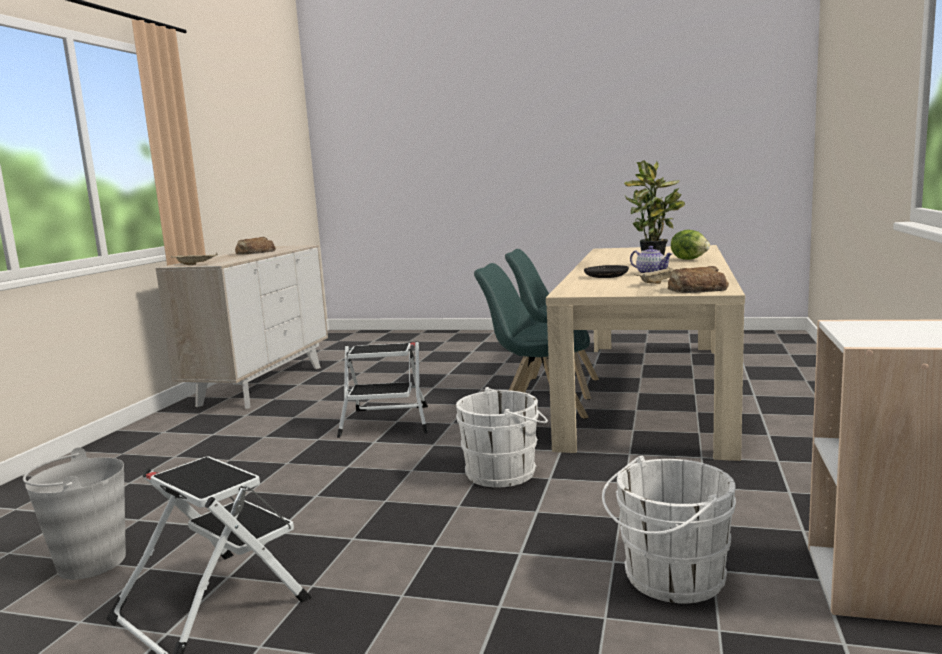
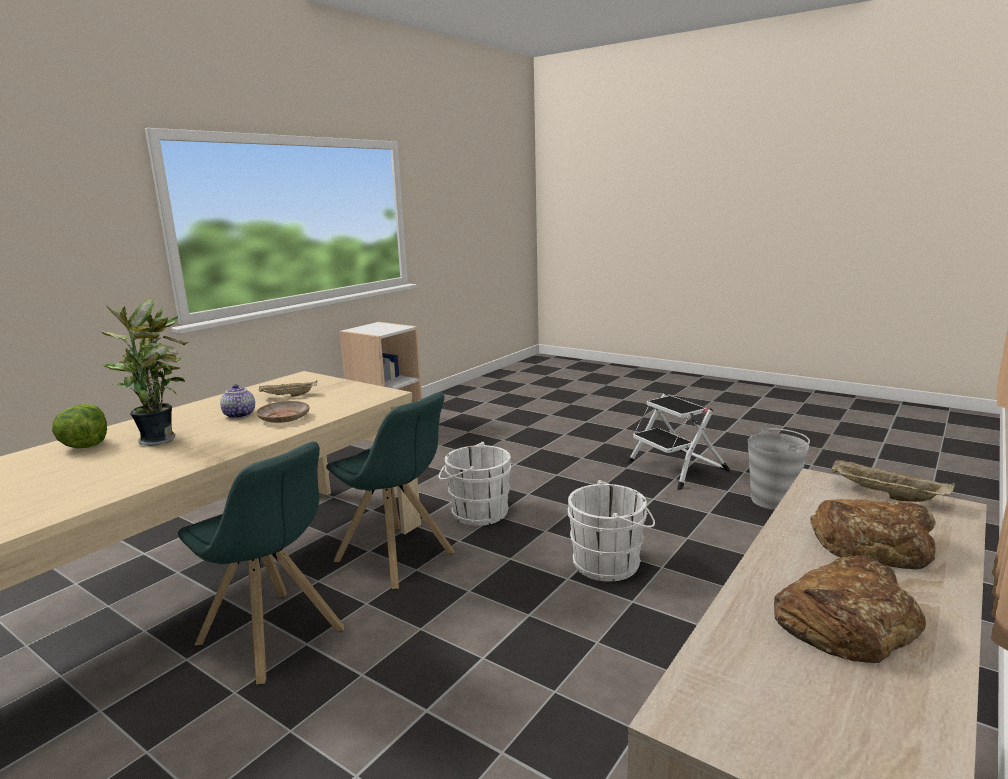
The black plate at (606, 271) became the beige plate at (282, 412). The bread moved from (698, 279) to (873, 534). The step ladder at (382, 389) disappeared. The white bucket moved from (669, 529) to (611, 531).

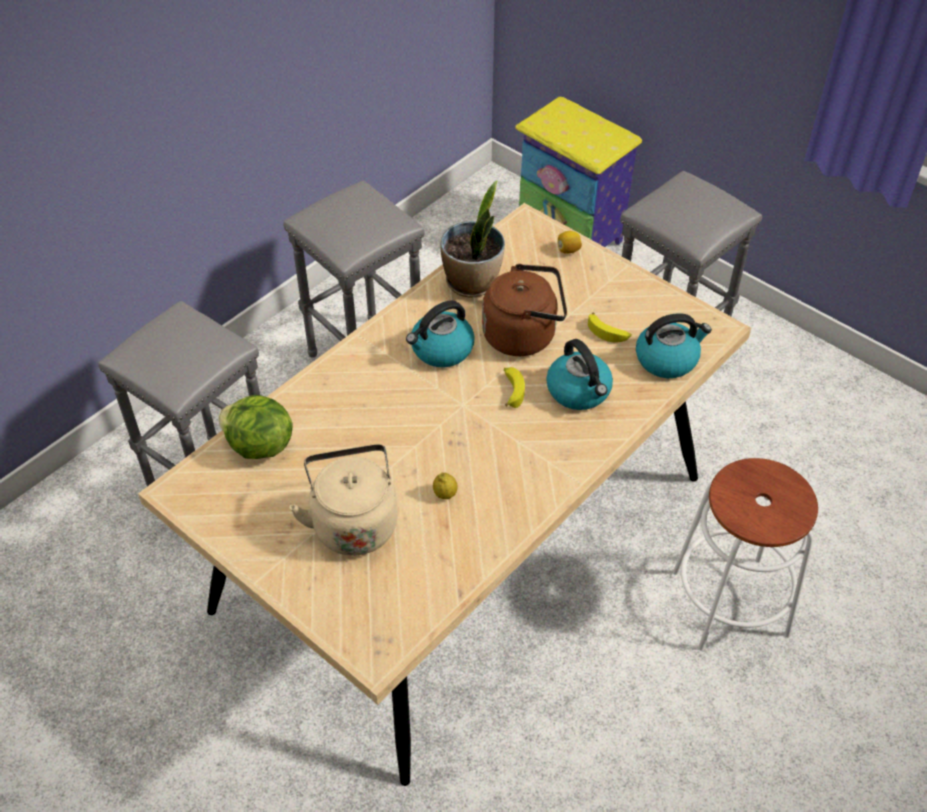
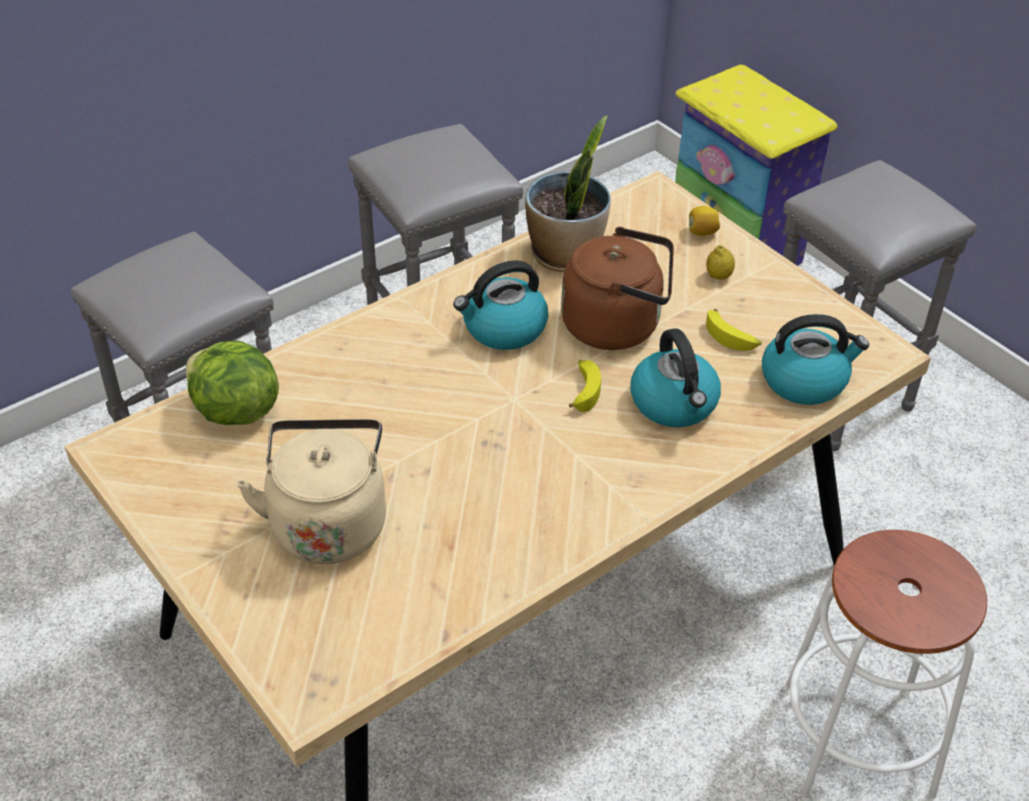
The lemon moved from (445, 486) to (720, 262).

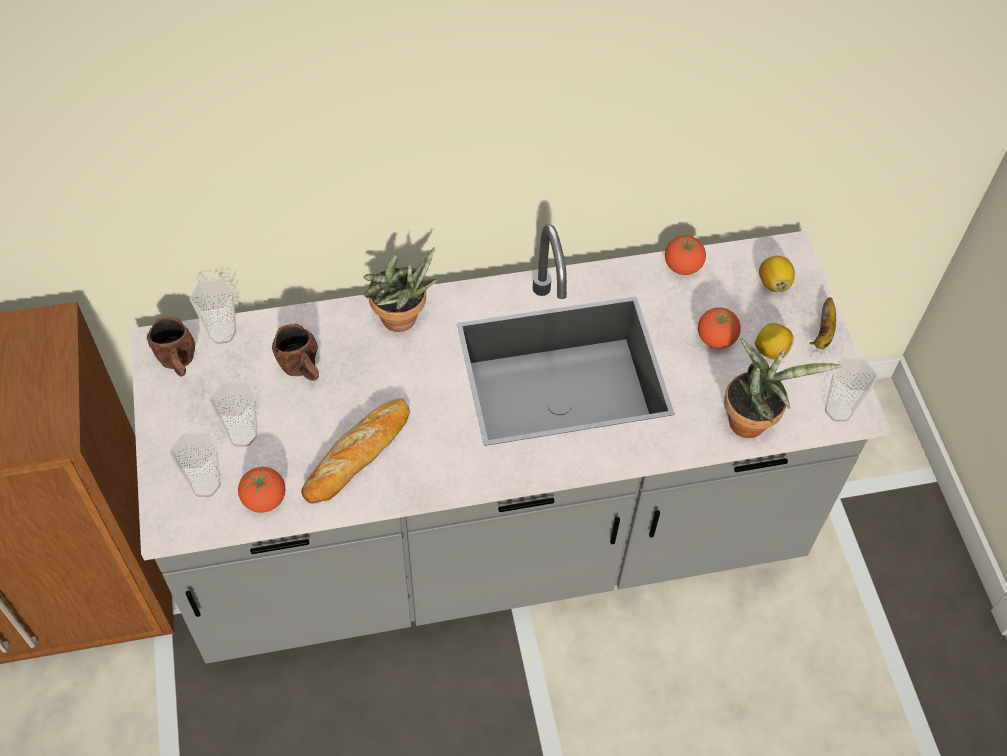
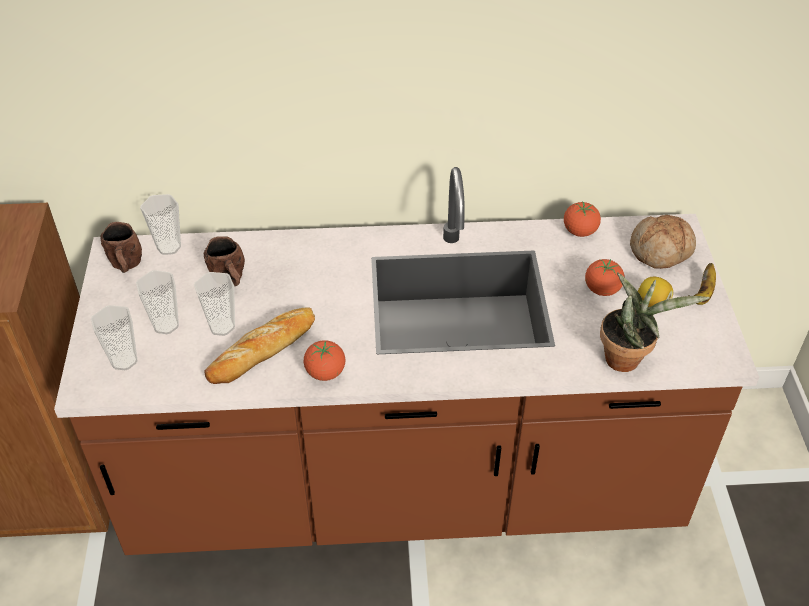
The grey counter at (510, 444) became the brown counter at (406, 361). The potted plant at (401, 289) disappeared. The lemon at (777, 274) was replaced by the bread at (663, 242). The cup moved from (851, 390) to (214, 304). The tomato moved from (261, 490) to (324, 360).

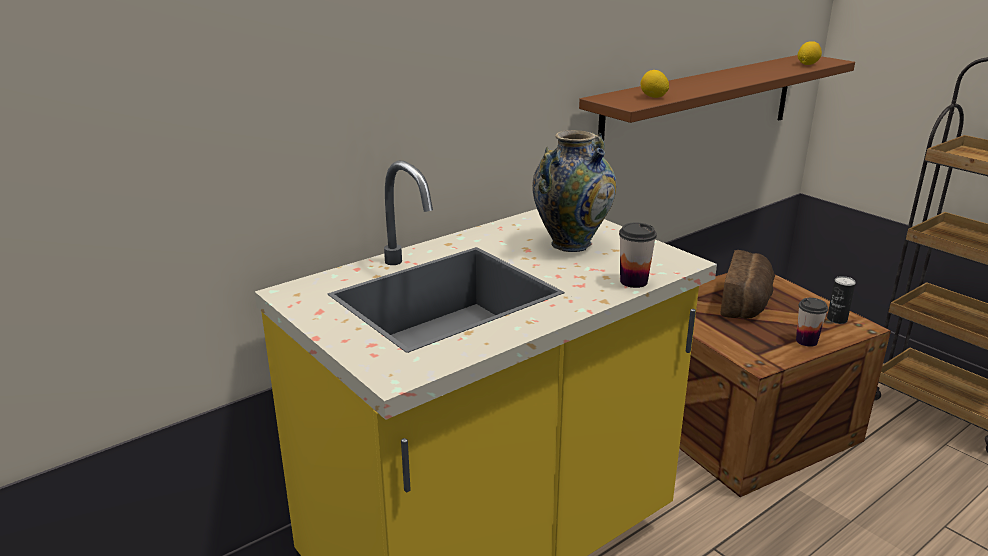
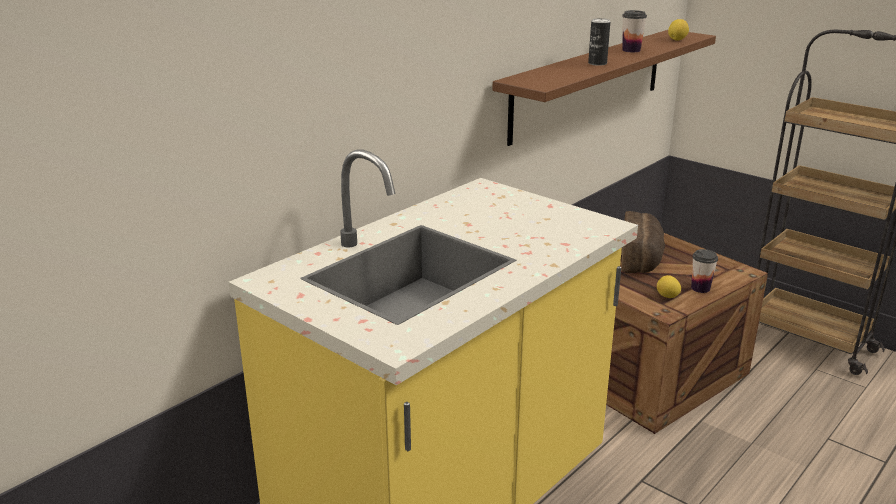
The lemon moved from (655, 84) to (669, 286). The vase at (574, 191) disappeared. The cup moved from (638, 255) to (634, 31). The can moved from (841, 300) to (599, 42).

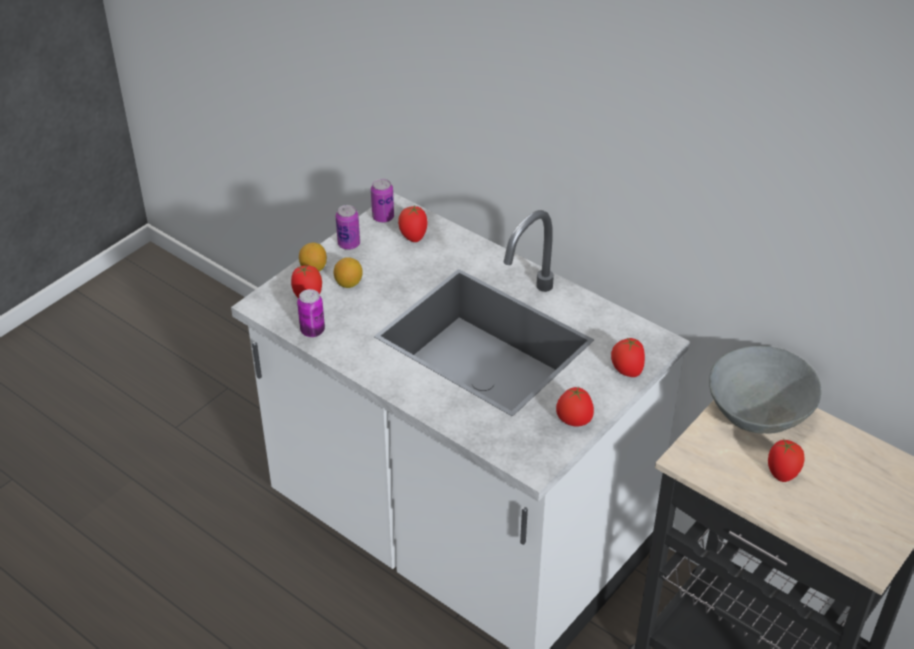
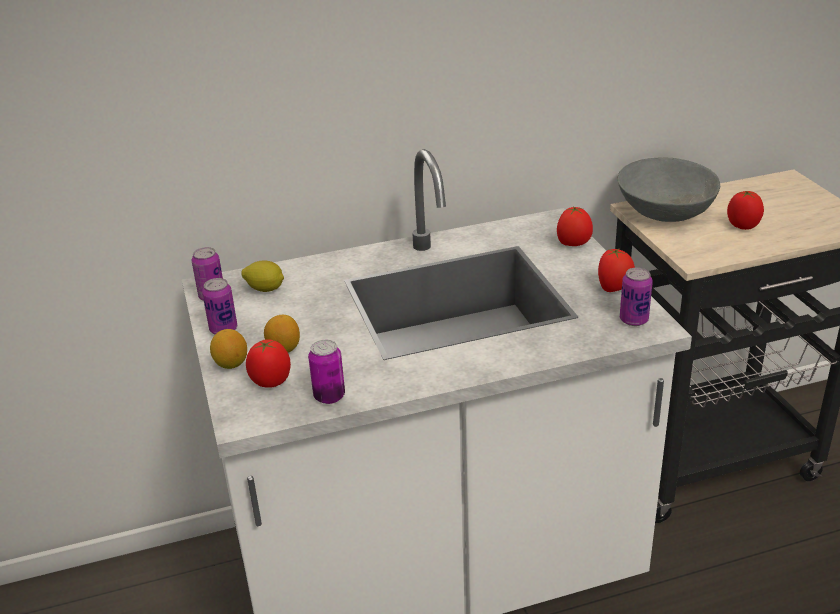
The tomato at (412, 224) was replaced by the lemon at (262, 276). The can at (636, 297) appeared.

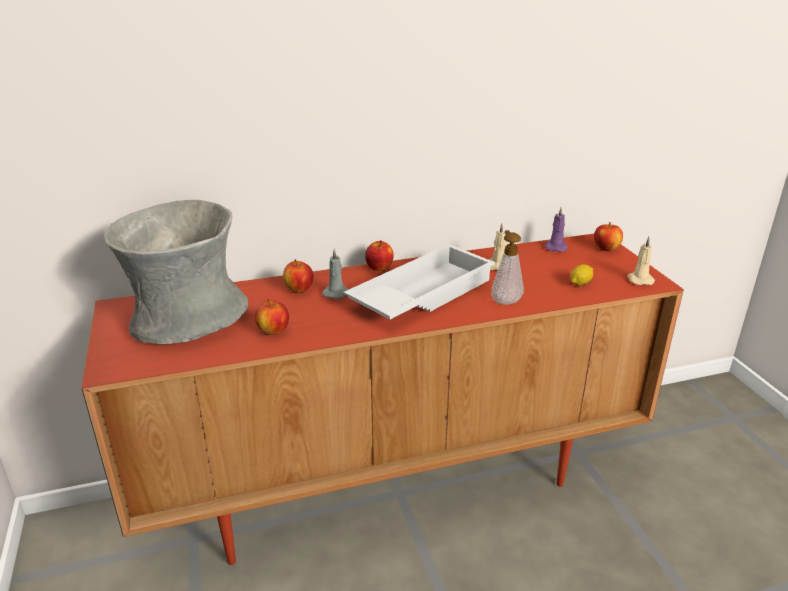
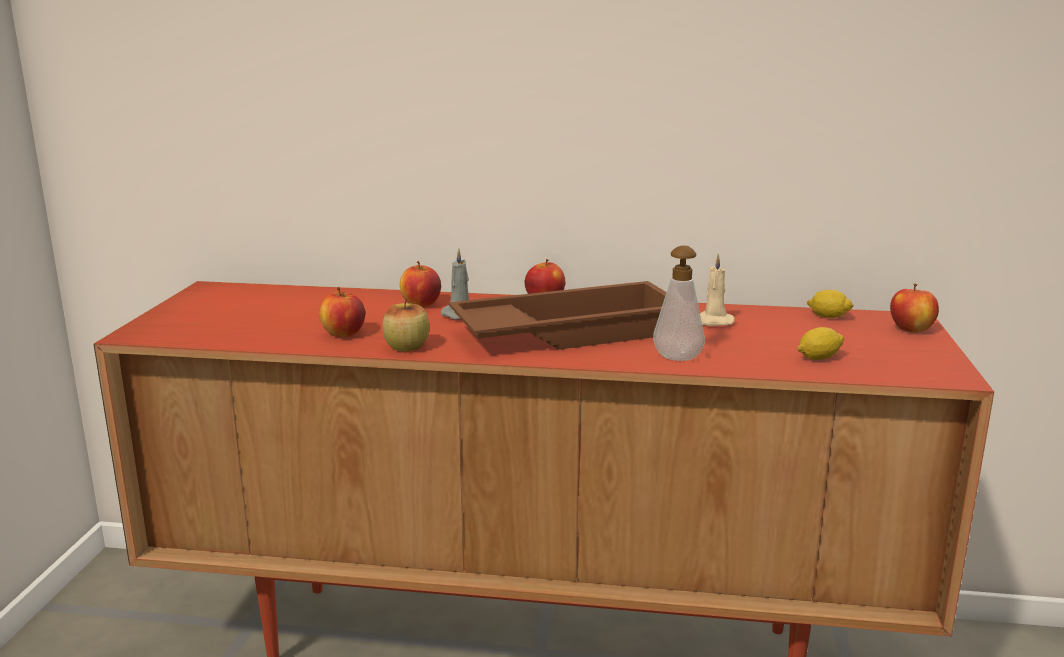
The grey vase at (176, 272) disappeared. The purple candle at (556, 229) was replaced by the lemon at (830, 304). The beige candle at (641, 261) disappeared. The white tray at (419, 282) became the brown tray at (557, 315). The apple at (405, 325) appeared.

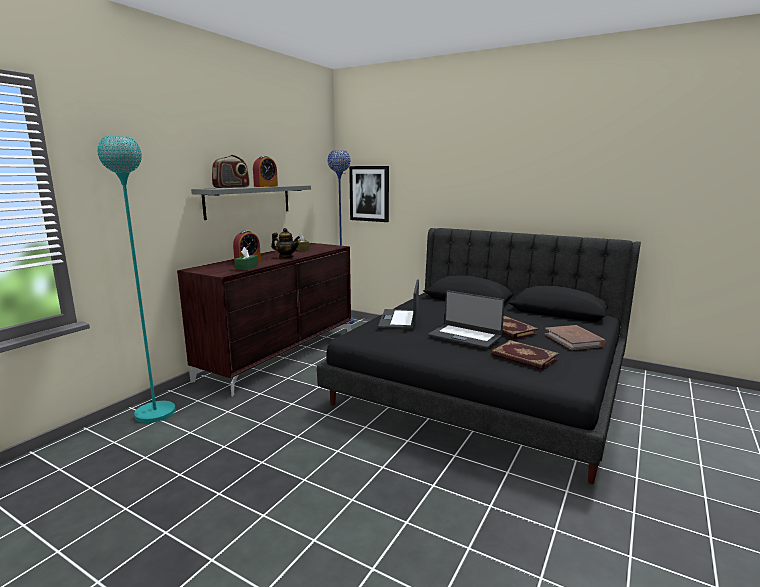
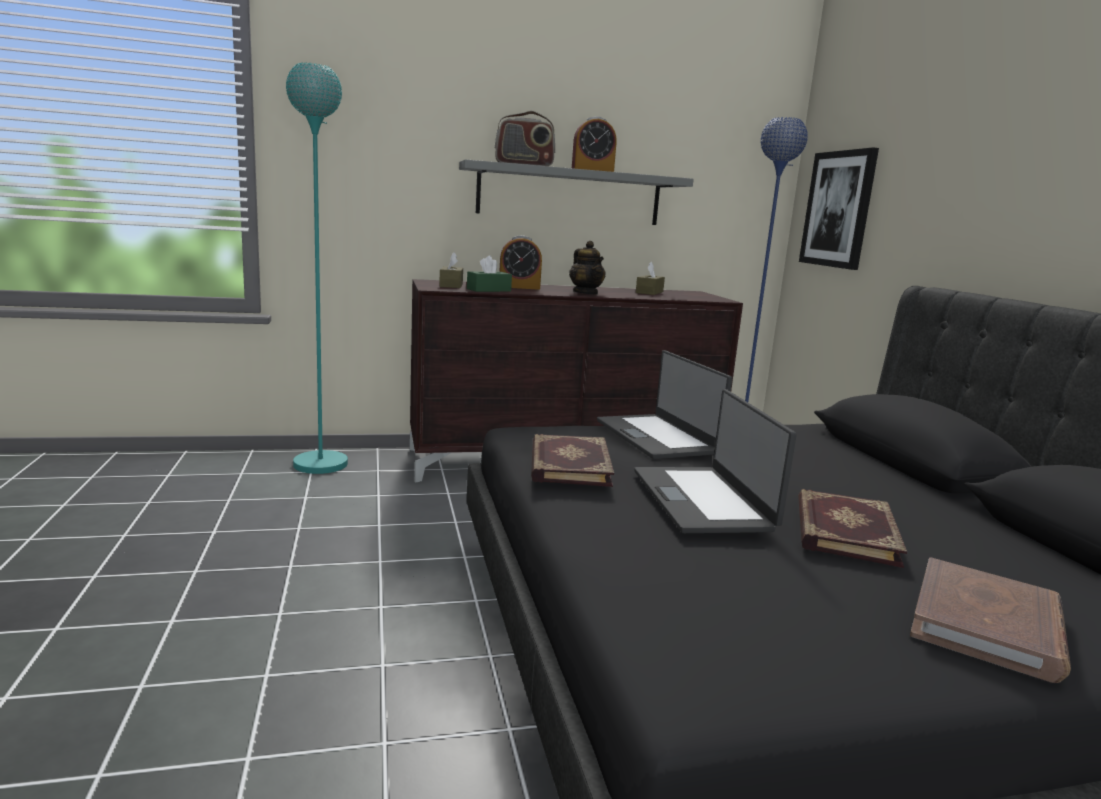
The laptop at (398, 304) turned 75 degrees counterclockwise. The book moved from (525, 355) to (572, 460). The brown tissue box at (451, 270) appeared.

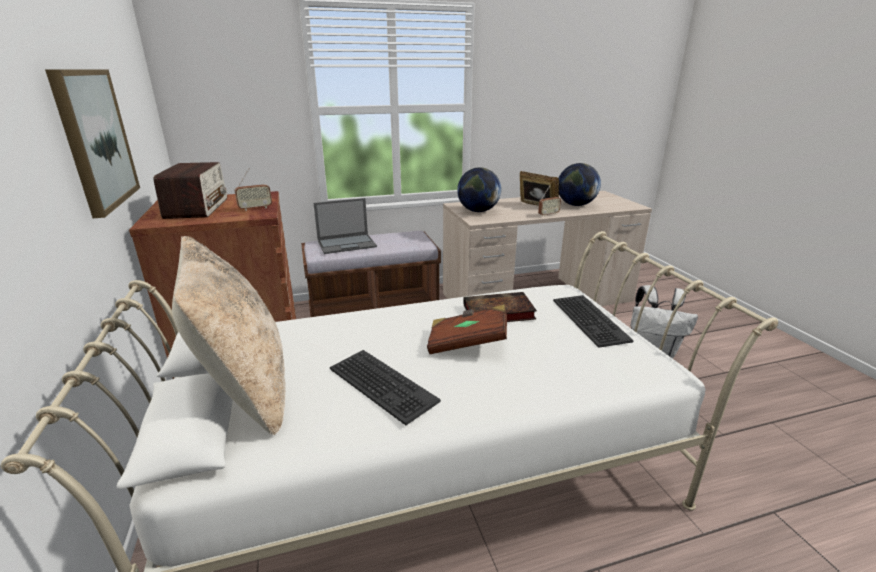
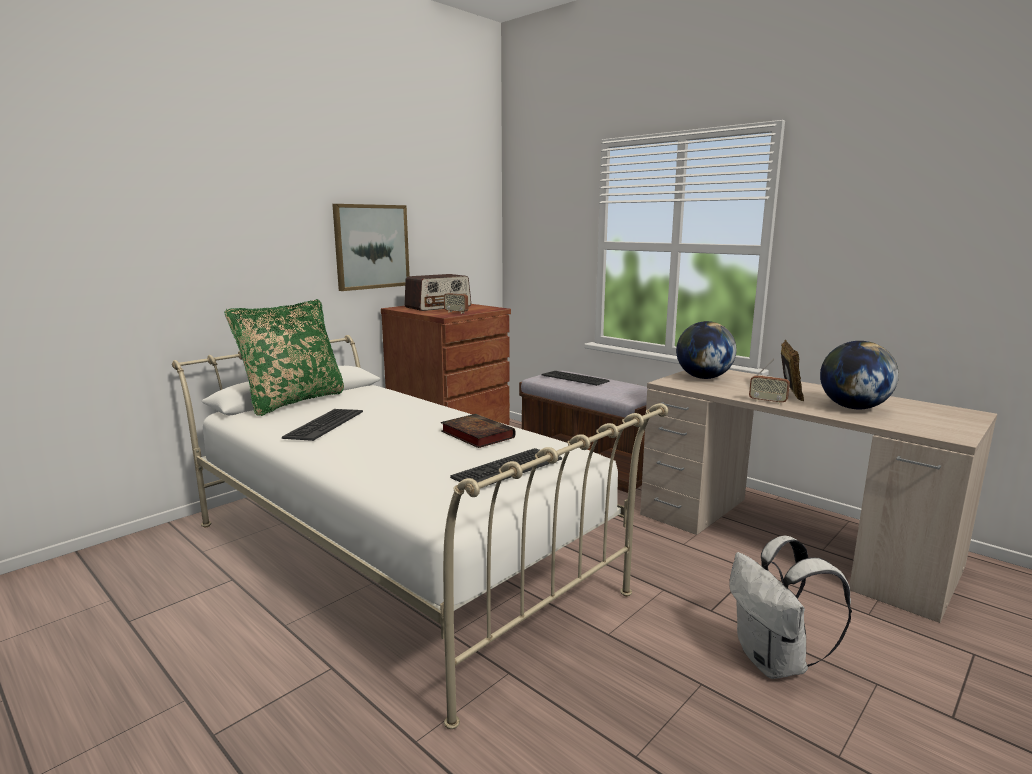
The laptop at (345, 226) was replaced by the keyboard at (576, 378). The beige pillow at (229, 335) became the green pillow at (284, 357). The brown book at (467, 329) disappeared.

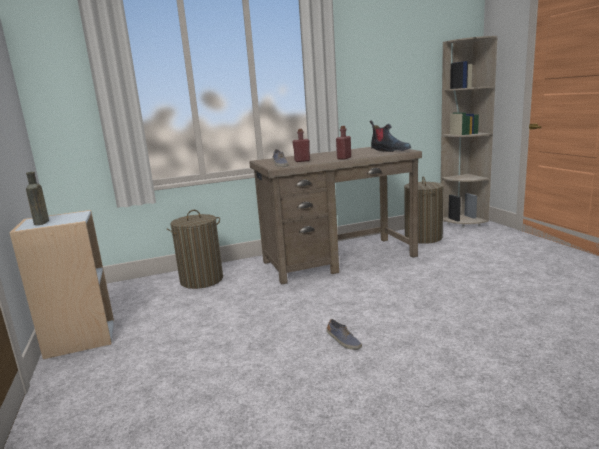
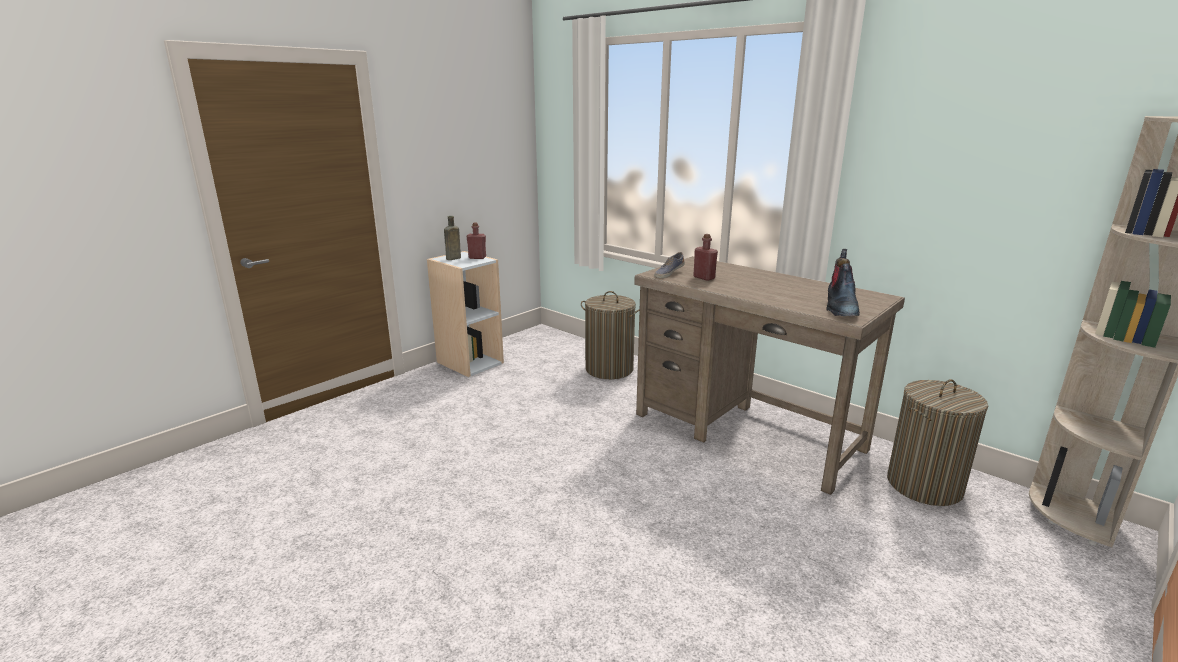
The red bottle moved from (343, 143) to (476, 241). The shoe at (344, 334) disappeared.

